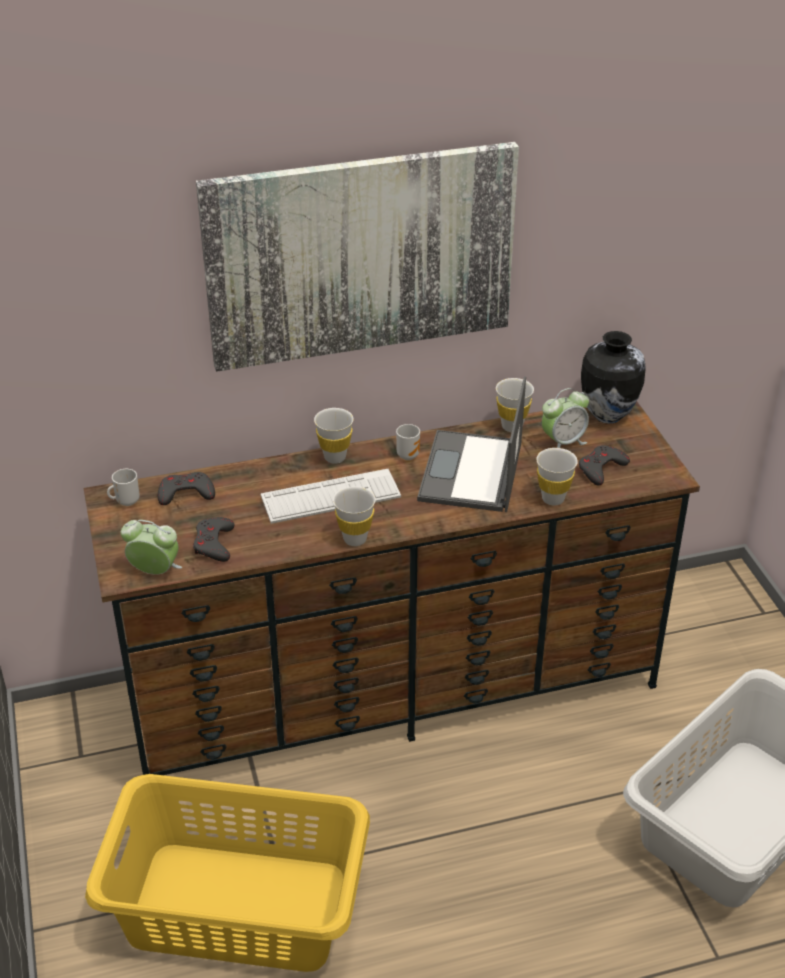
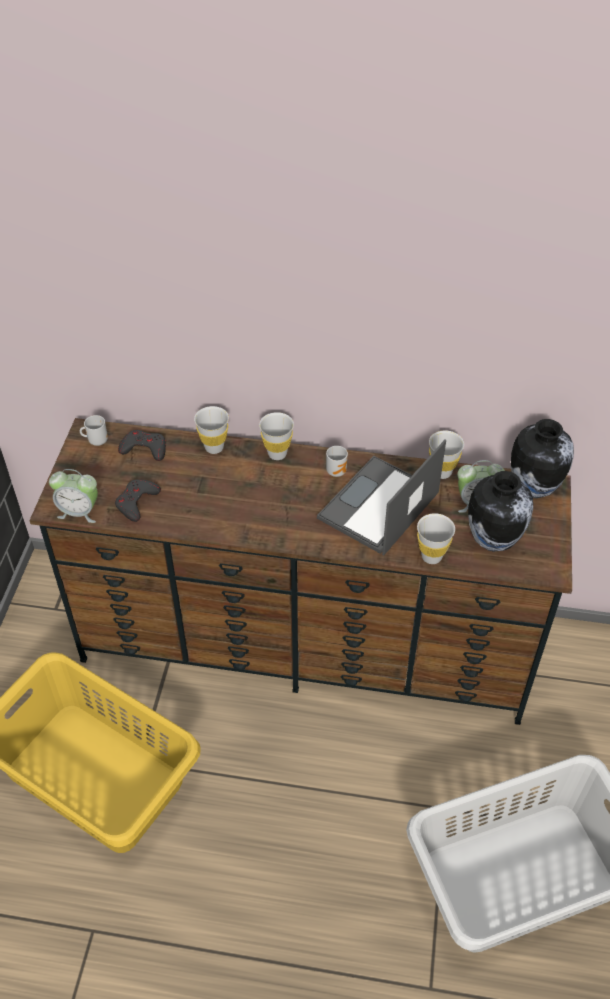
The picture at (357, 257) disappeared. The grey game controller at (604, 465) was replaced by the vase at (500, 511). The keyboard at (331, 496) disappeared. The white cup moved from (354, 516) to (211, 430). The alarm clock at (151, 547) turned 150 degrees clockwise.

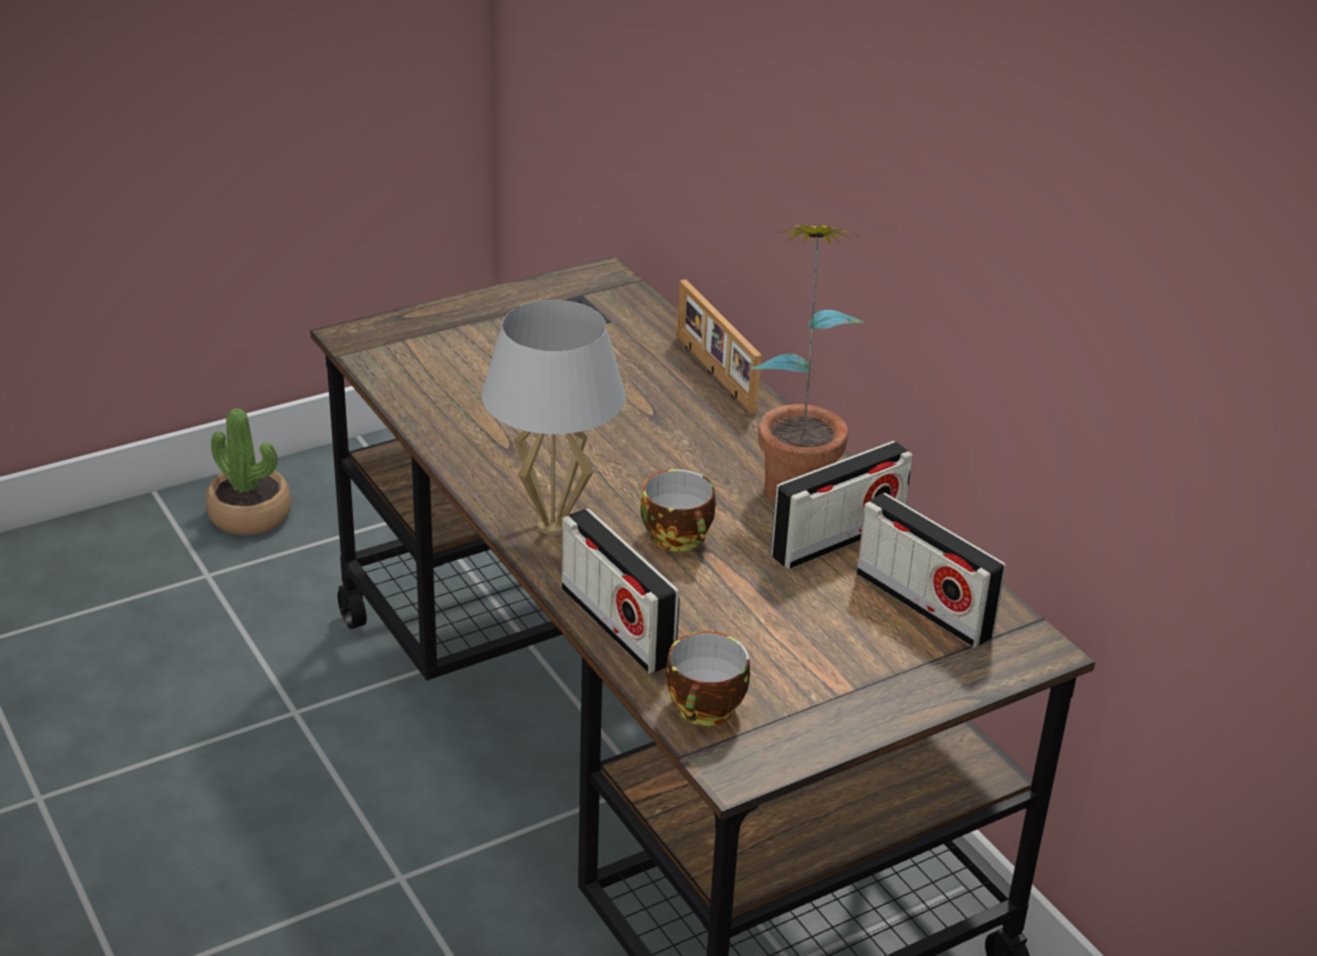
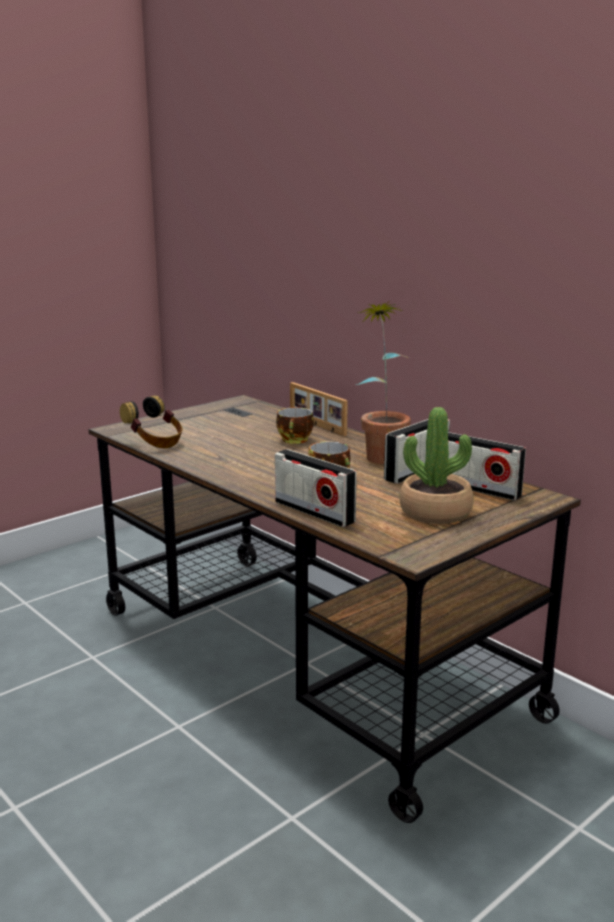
The white table lamp at (553, 417) disappeared. The potted plant moved from (249, 471) to (437, 465). The cup moved from (707, 678) to (295, 425). The headphones at (151, 421) appeared.

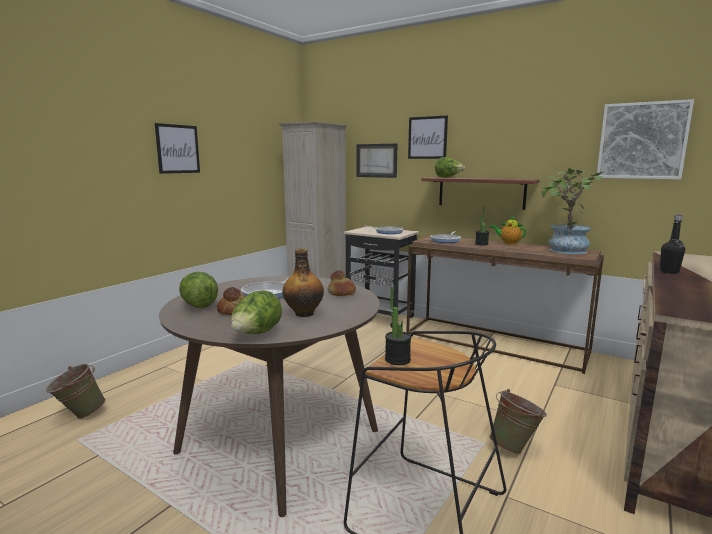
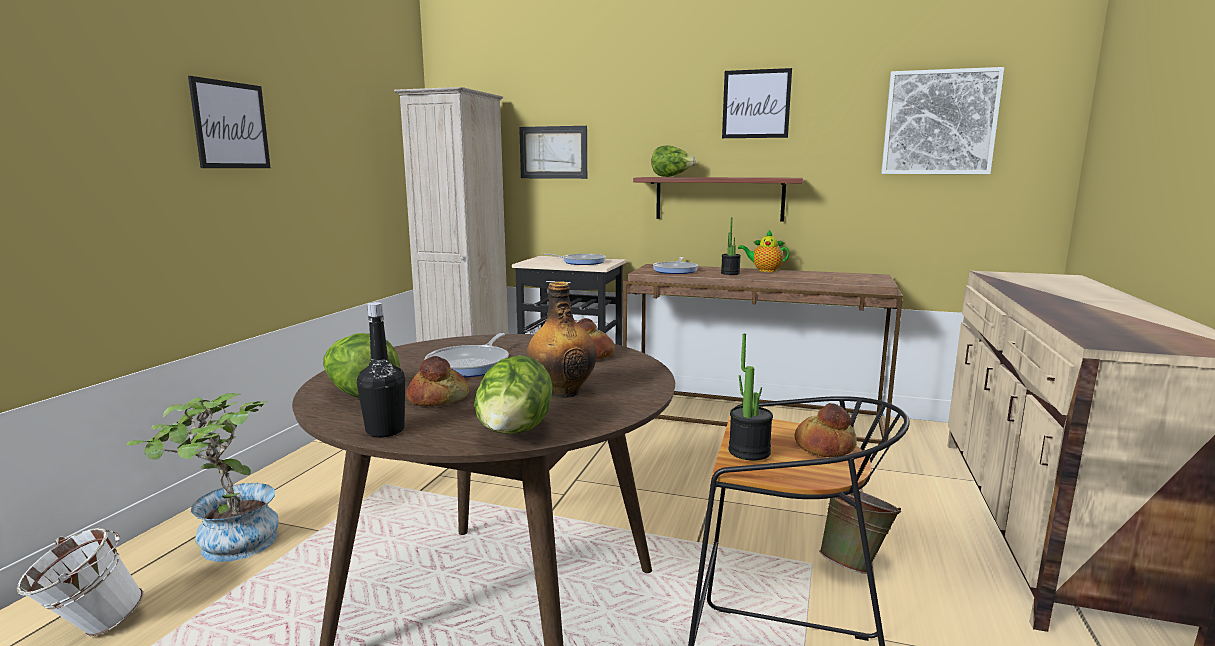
The picture moved from (428, 137) to (757, 103). The potted plant moved from (572, 211) to (202, 477). The black bottle moved from (672, 244) to (381, 369). The green bucket at (76, 391) became the white bucket at (79, 582). The bread at (826, 430) appeared.

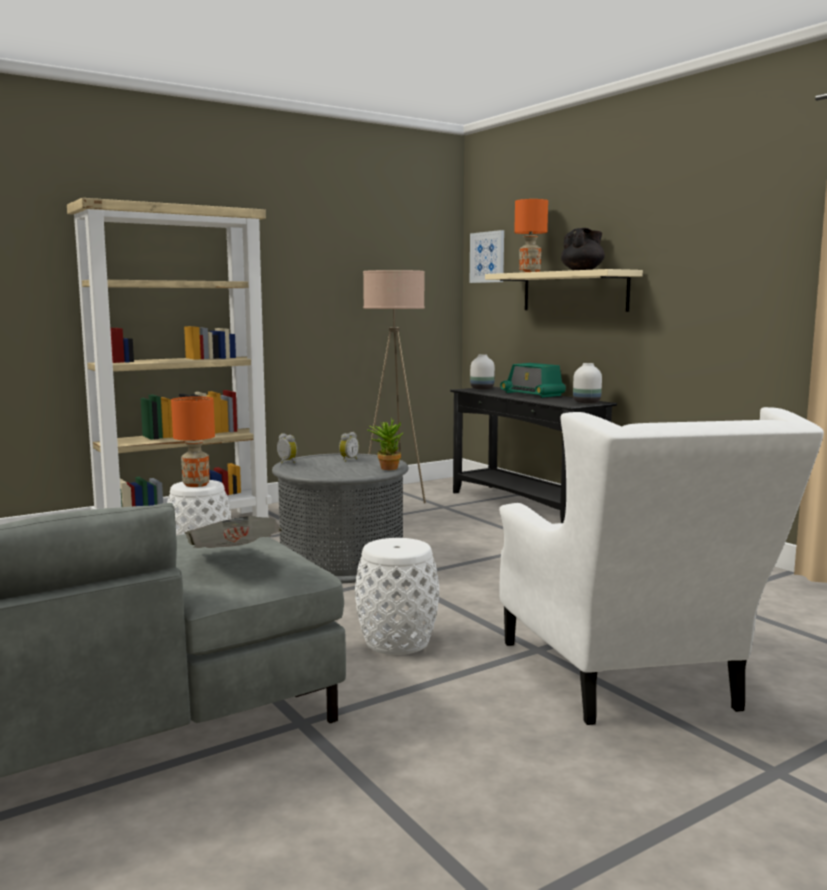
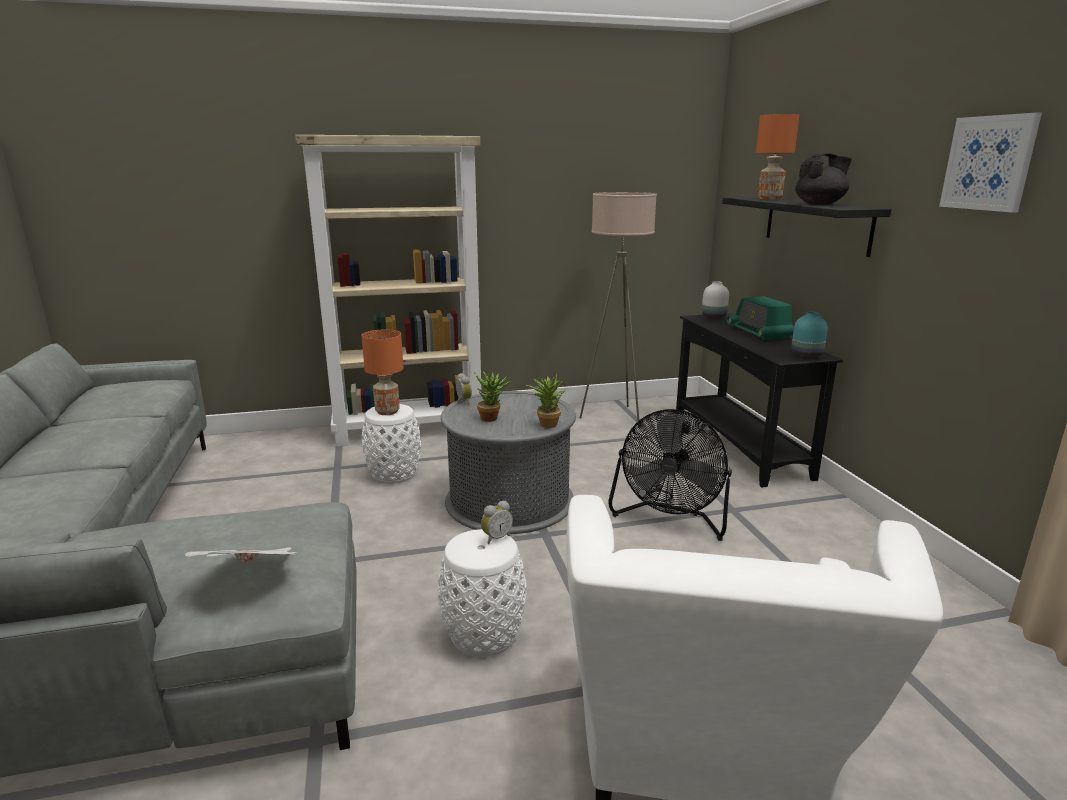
The picture moved from (487, 256) to (990, 163). The beige shelf at (564, 290) became the black shelf at (807, 227). The white vase at (587, 383) became the turquoise vase at (809, 335). The alarm clock moved from (349, 447) to (497, 522). The potted plant at (491, 396) appeared. The black fan at (670, 475) appeared.

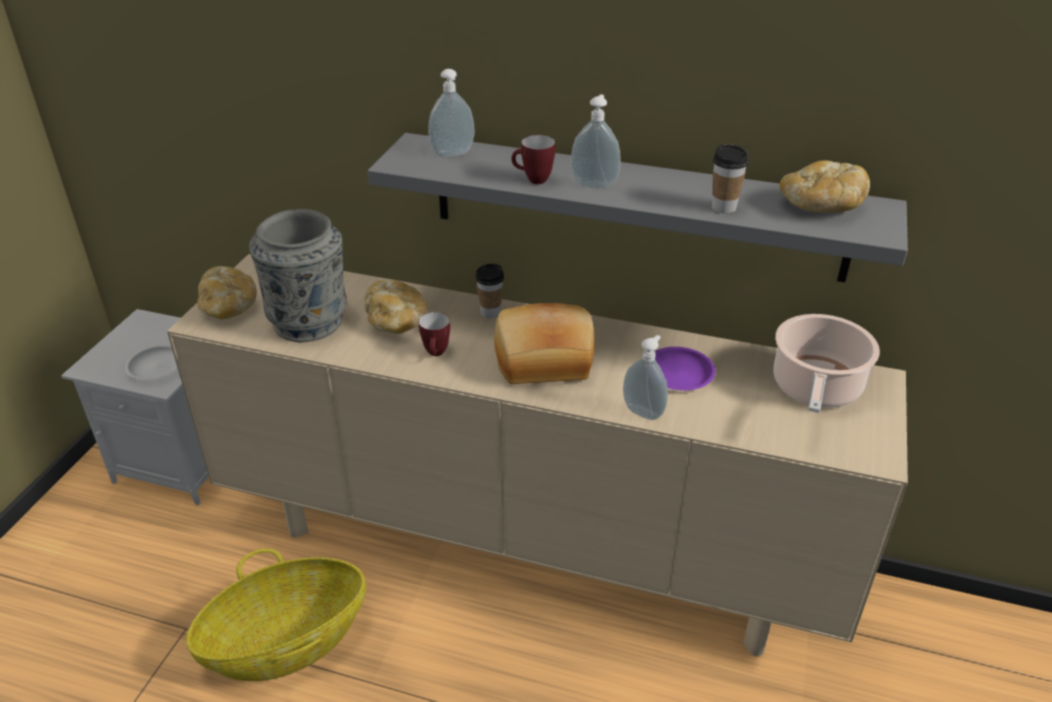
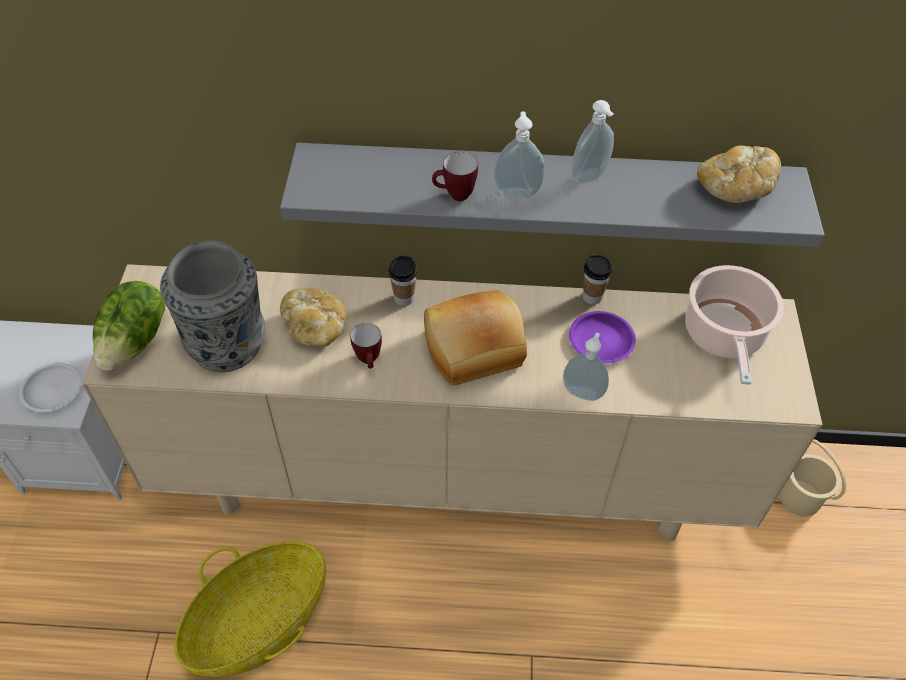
The soap dispenser moved from (451, 113) to (592, 142). The cup moved from (730, 178) to (598, 279). The bread at (227, 292) was replaced by the lettuce at (128, 326). The beige bucket at (812, 477) appeared.

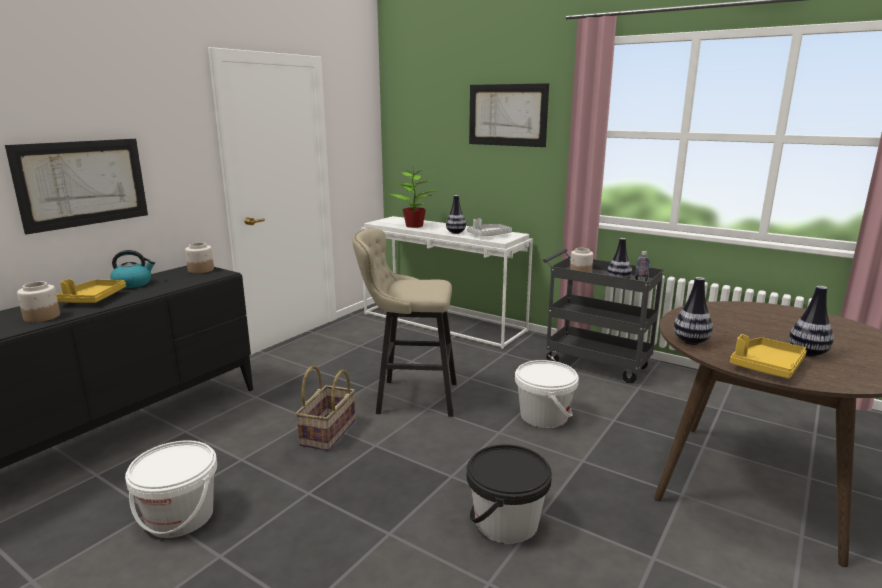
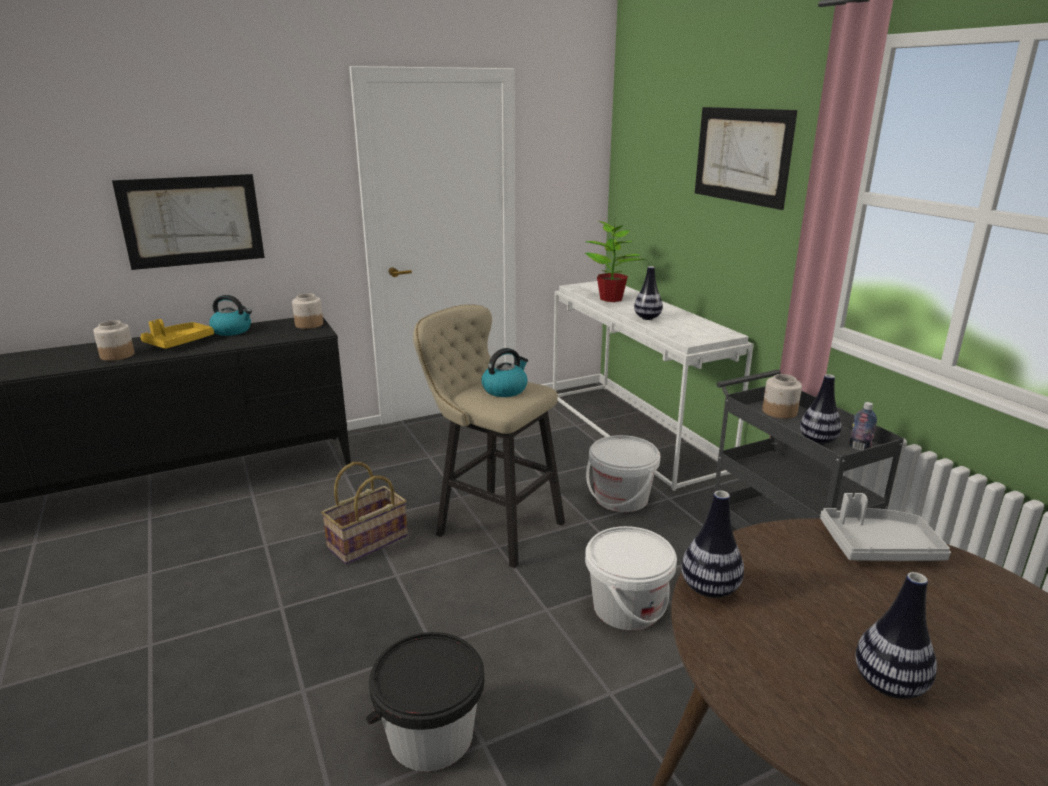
The grey tray moved from (489, 227) to (885, 527). The yellow tray at (768, 356) disappeared. The white bucket moved from (171, 489) to (623, 473). The kettle at (505, 372) appeared.

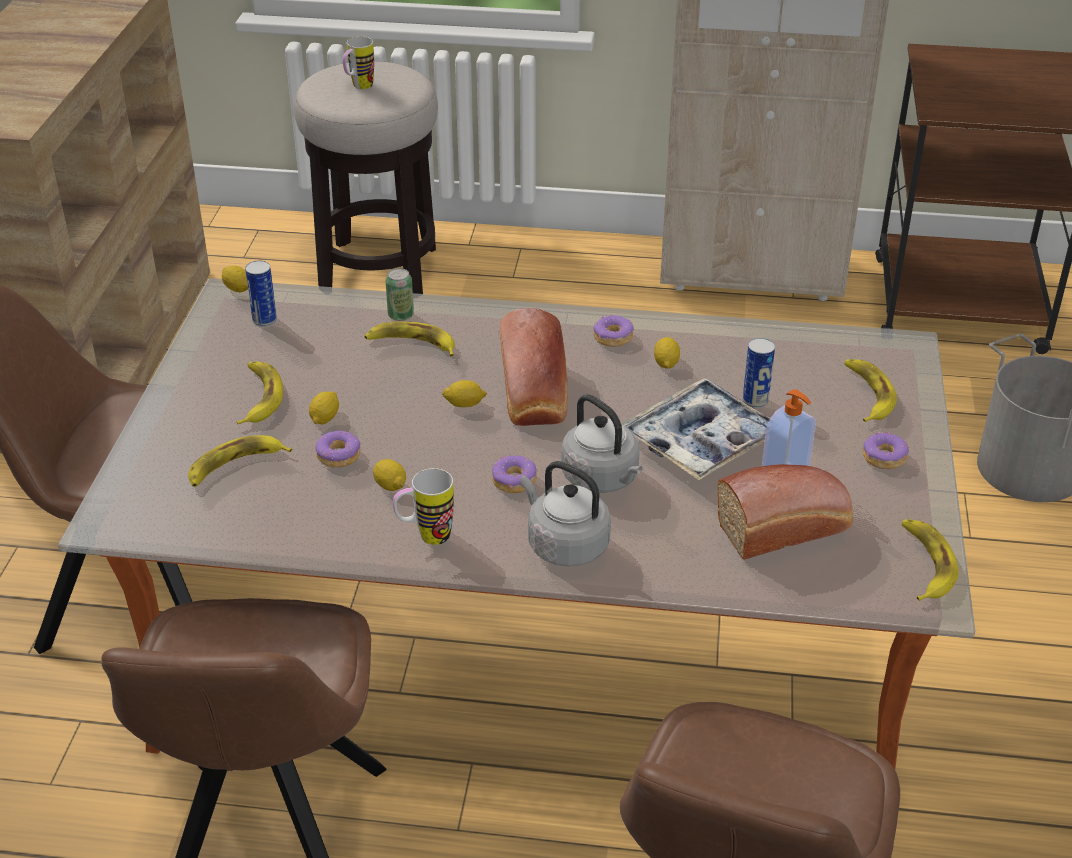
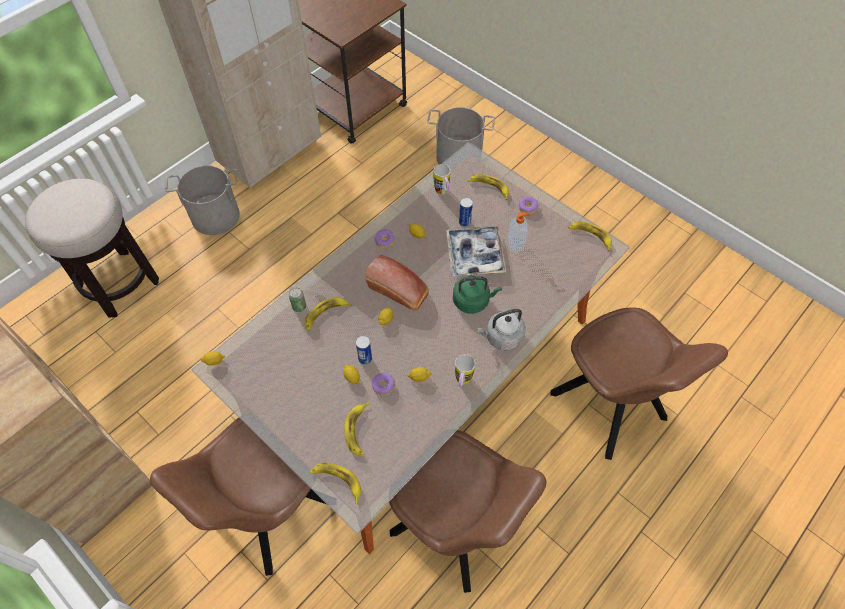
The mug moved from (358, 63) to (442, 179). The can moved from (261, 294) to (364, 350). The banana moved from (259, 393) to (335, 483). The grey kettle at (602, 443) became the green kettle at (477, 295). The donut at (514, 474) disappeared. The bread at (785, 512) disappeared. The grey bucket at (202, 200) appeared.

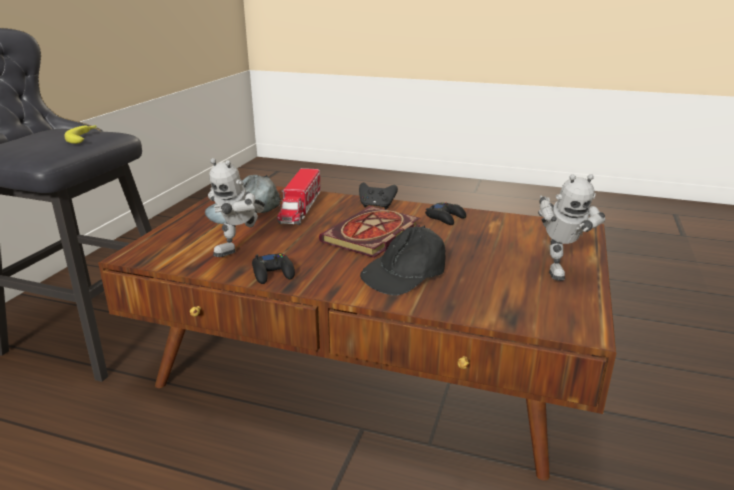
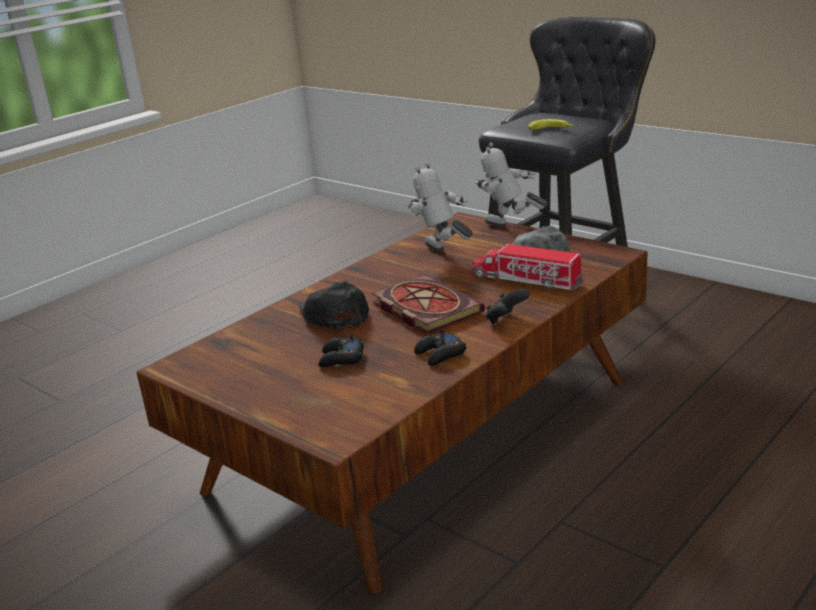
The toy robot moved from (571, 227) to (511, 185). The black game controller moved from (273, 268) to (341, 350).

